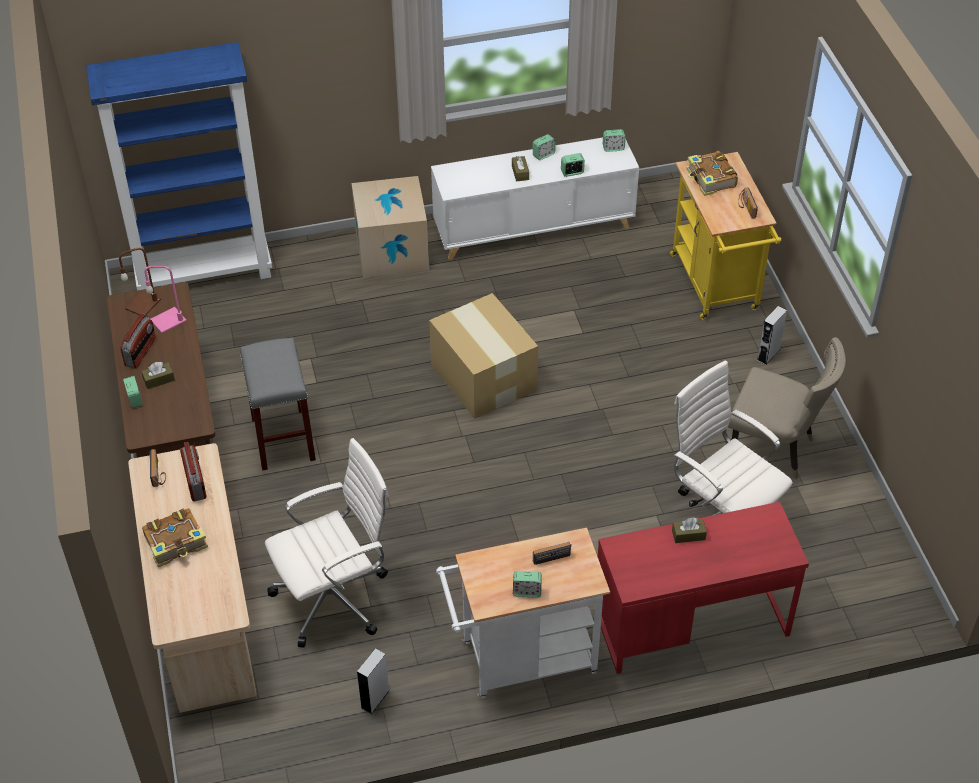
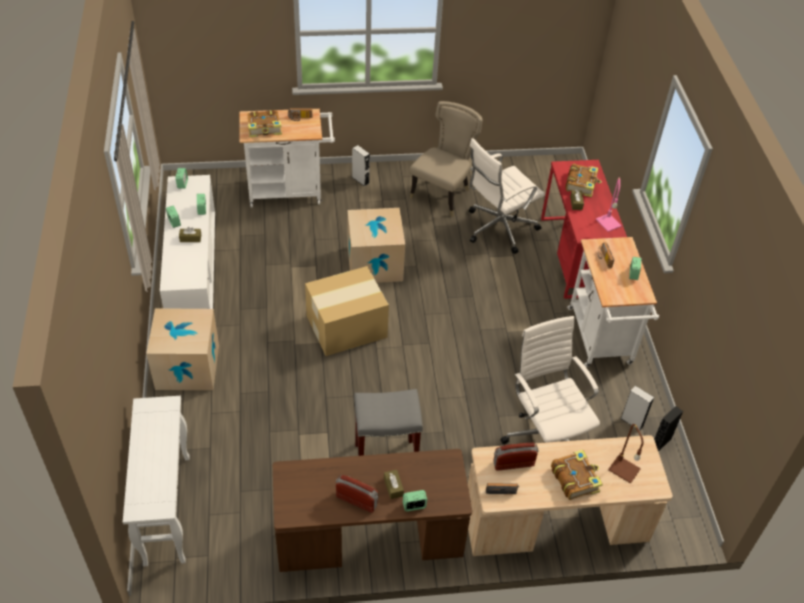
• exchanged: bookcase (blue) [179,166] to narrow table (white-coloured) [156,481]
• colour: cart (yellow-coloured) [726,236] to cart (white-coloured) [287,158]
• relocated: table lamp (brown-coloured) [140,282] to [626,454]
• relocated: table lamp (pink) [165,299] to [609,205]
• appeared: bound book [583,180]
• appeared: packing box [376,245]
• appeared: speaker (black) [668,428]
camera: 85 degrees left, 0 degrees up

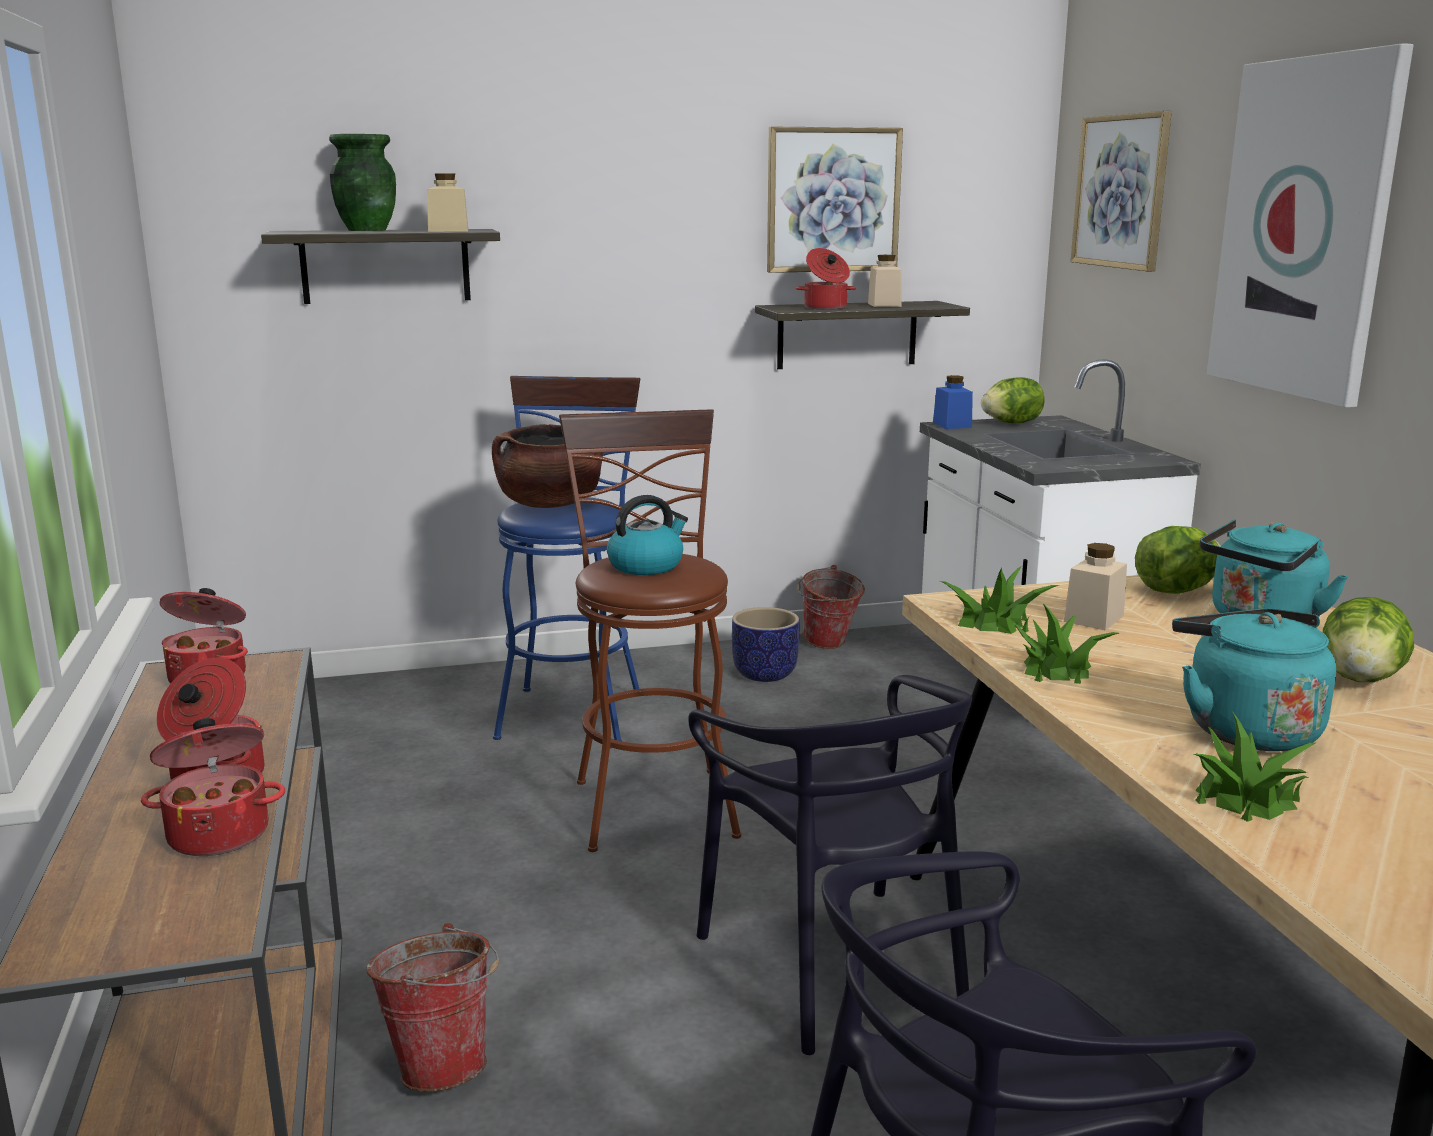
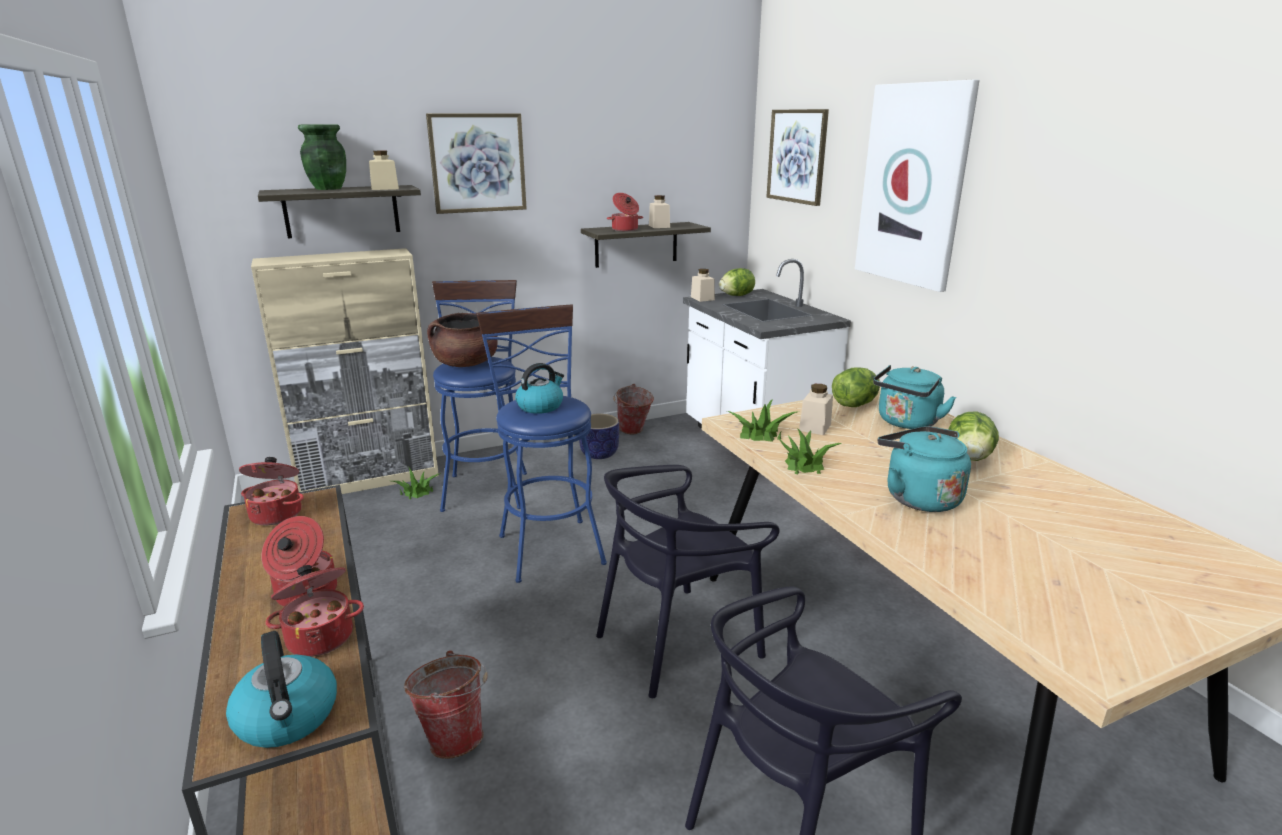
• relocated: wall picture [835,200] to [476,163]
• colour: storage jar (blue) [953,402] to storage jar (beige-coloured) [703,285]
• colour: sitting stool (brown-coloured) [650,630] to sitting stool (blue) [541,444]
• spun: upright chair (black) [830,865] = [688,581] 90 degrees clockwise
• relocated: plant in a pot [1254,766] to [416,483]
• appeared: cupboard (beige-coloured) [345,371]
• appeared: kettle [281,689]
camera: 10 degrees left, 5 degrees up

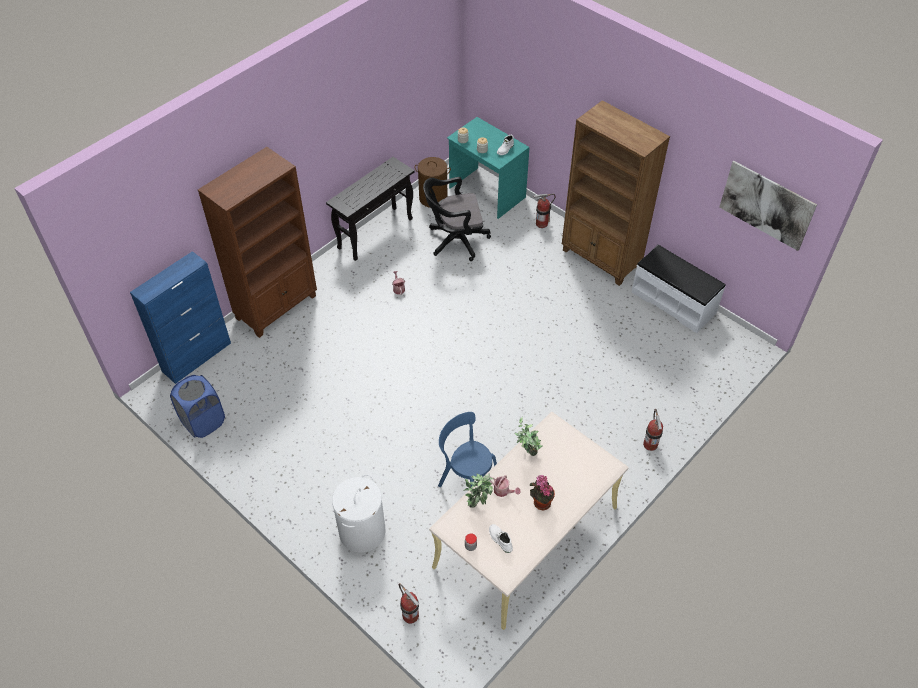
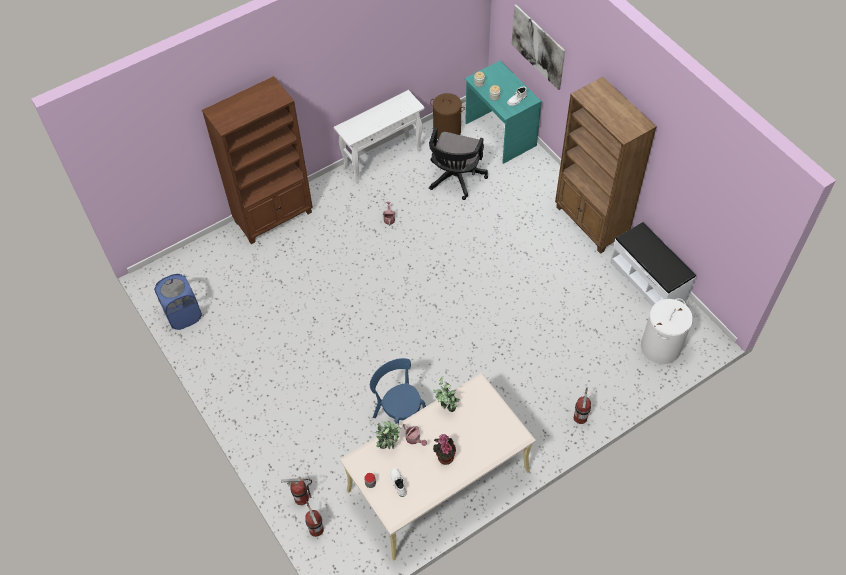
• colour: narrow table (black) [370,209] to narrow table (white-coloured) [379,137]
• relocated: wall picture [768,206] to [538,47]
• spun: computer chair (black) [457,219] = [458,163] 75 degrees counterclockwise
• relocated: extinguisher [545,211] to [296,491]
• missing: cupboard (blue) [180,317]
• relocated: laundry basket (white-coloured) [358,513] to [667,331]
camera: 15 degrees right, 5 degrees up

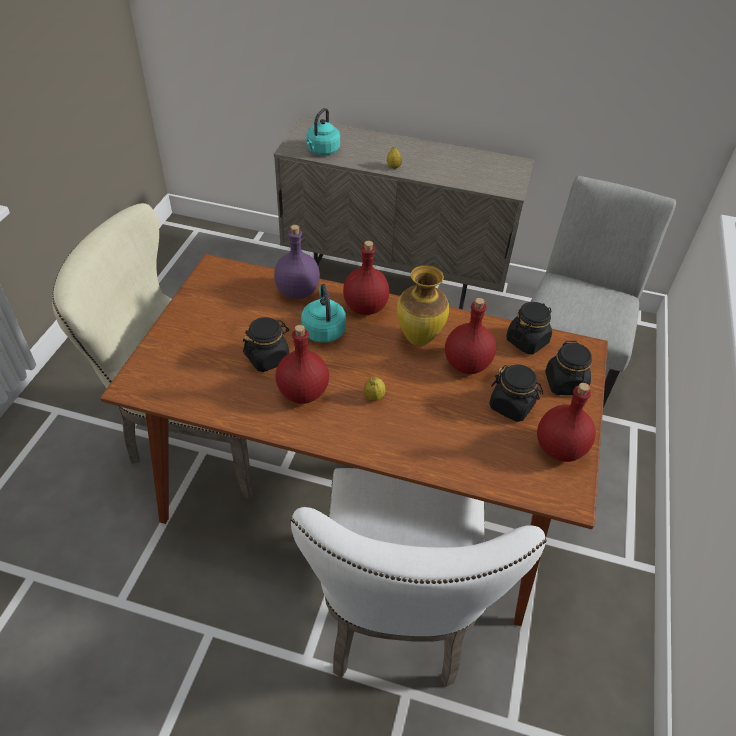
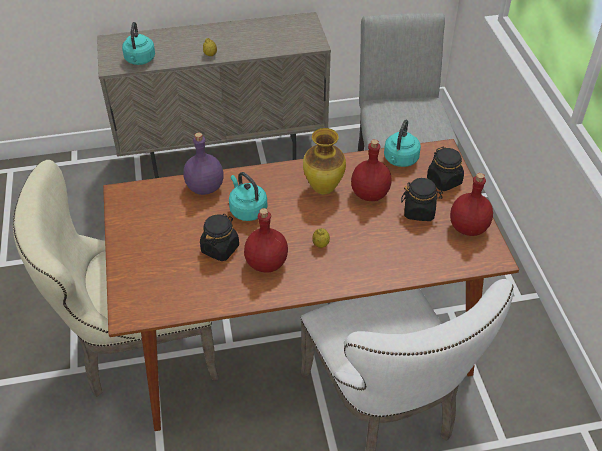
• missing: drink bottle (red-coloured) [366,278]
• exchanged: storage jar (black) [529,328] to kettle (turquoise) [402,143]
camera: 25 degrees left, 0 degrees up

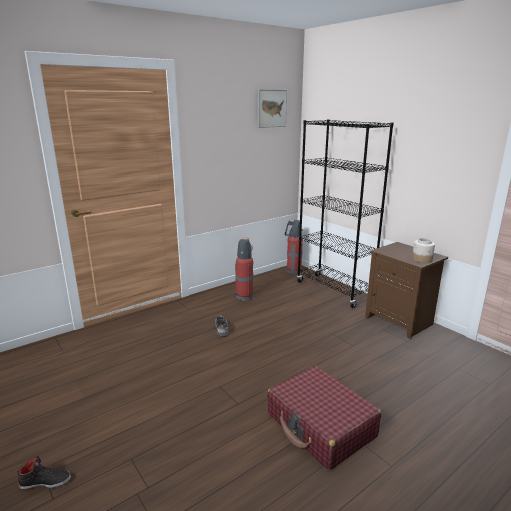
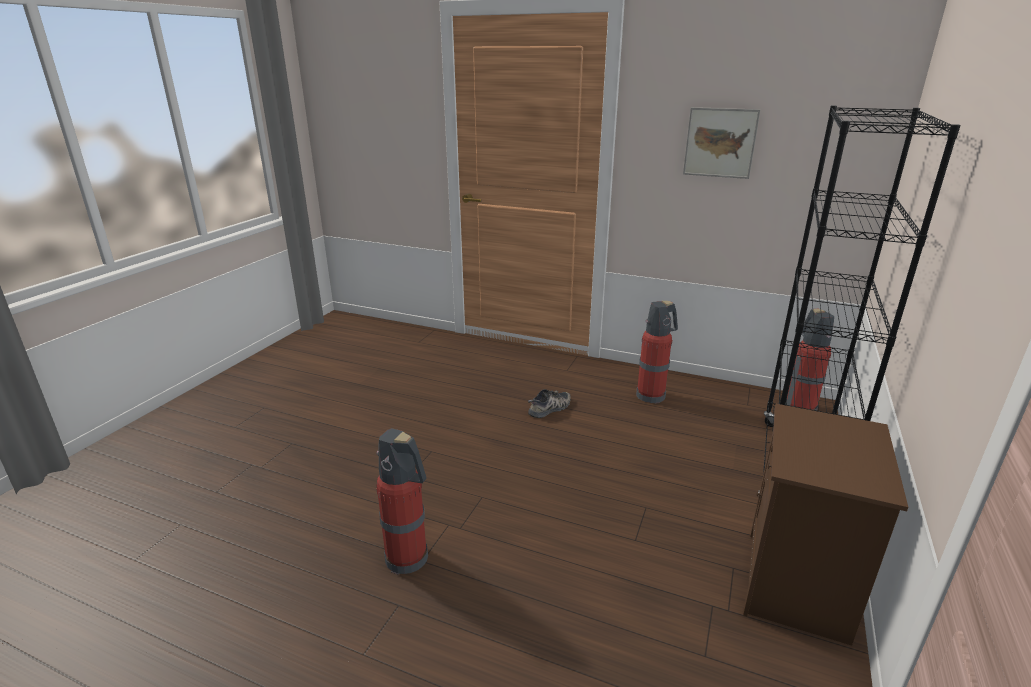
• relocated: wall picture [272,108] to [722,143]
• missing: storage jar [423,250]
• exchanged: piece of luggage (red-coloured) [324,418] to extinguisher [402,501]
• missing: low shoe (black) [44,472]
camera: 60 degrees right, 5 degrees up

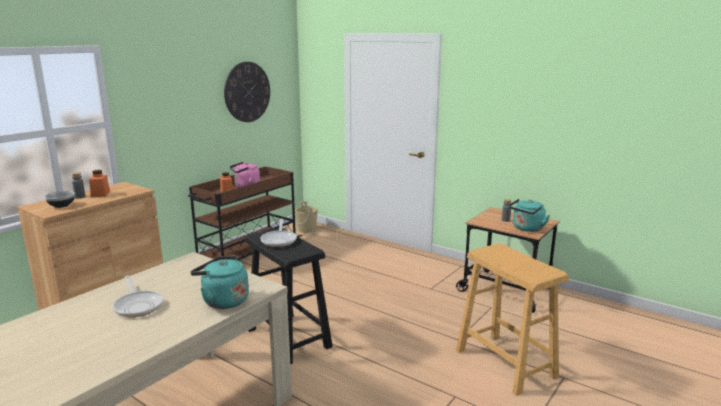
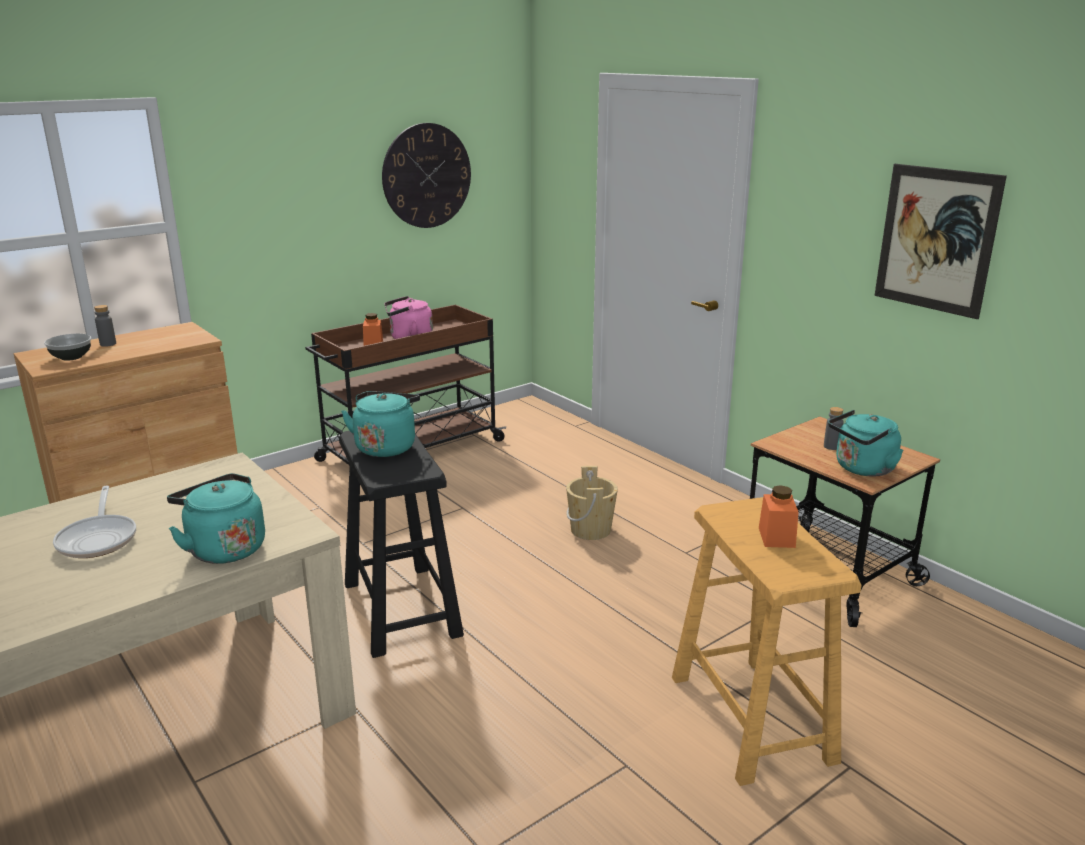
• relocated: storage jar (orange) [99,183] to [779,516]
• relocated: bucket (beige-coloured) [306,217] to [592,503]
• exchanged: pan [278,233] to kettle (turquoise) [380,424]
• appeared: wall picture [940,241]
camera: 15 degrees right, 5 degrees up

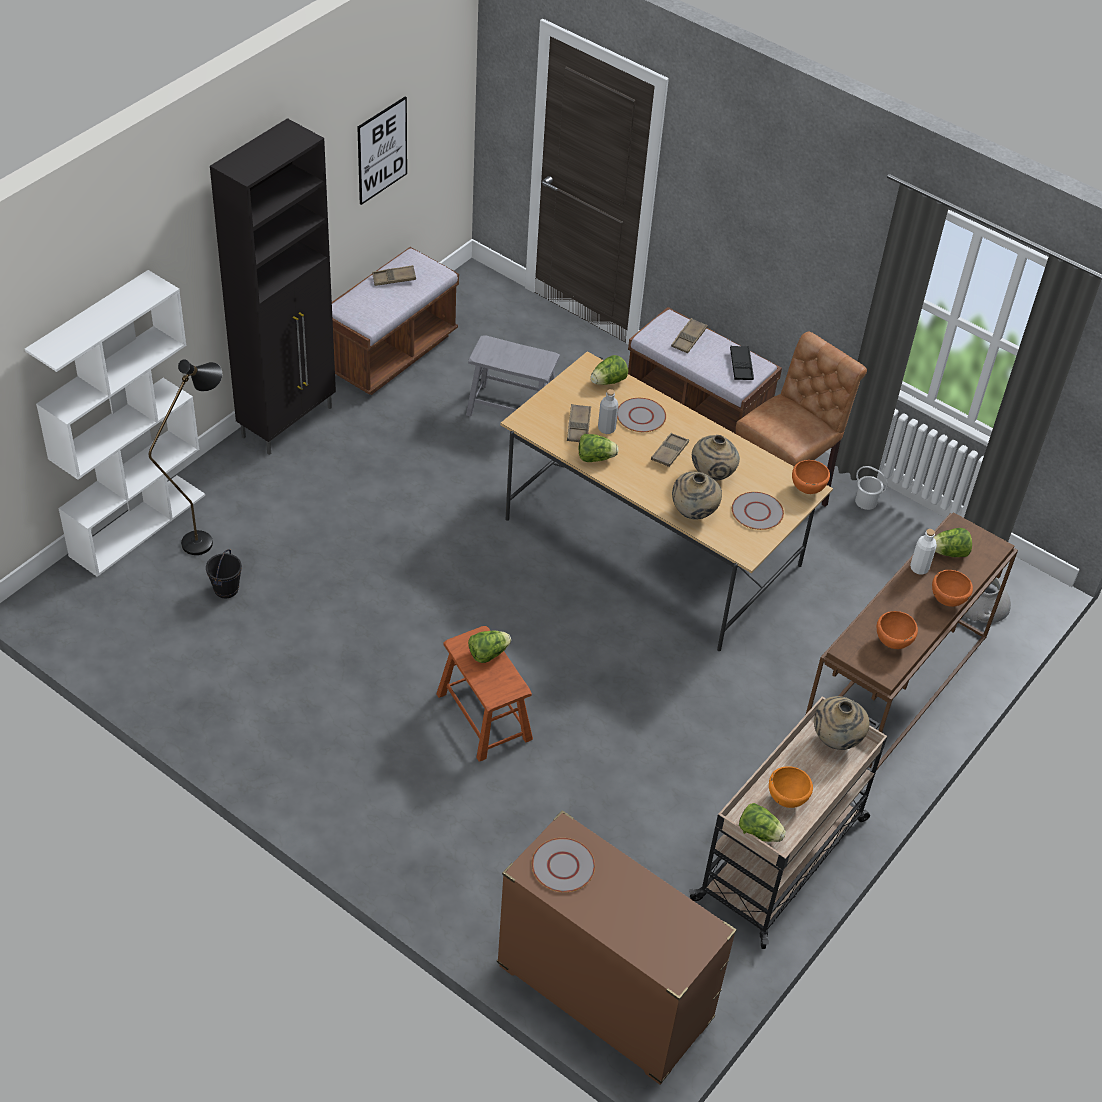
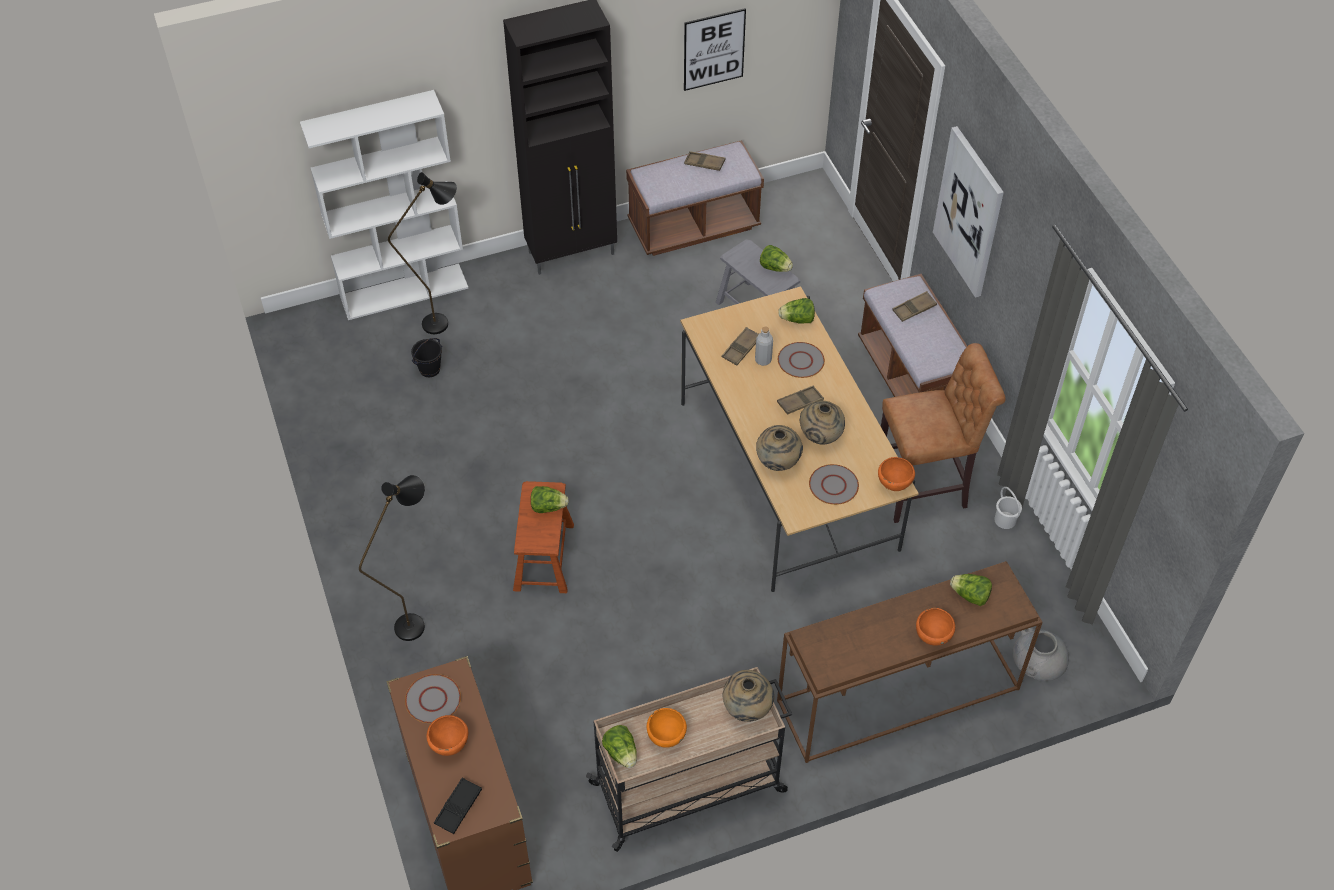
• relocated: tray (black) [742,363] to [458,806]
• relocated: lettuce [599,448] to [776,258]
• missing: drink bottle (white-coloured) [923,551]
• relocated: deep dish (orange) [897,630] to [447,735]
• appeared: wall picture [968,211]
• appeared: standing lamp (black) [392,558]
camera: 35 degrees right, 5 degrees up

